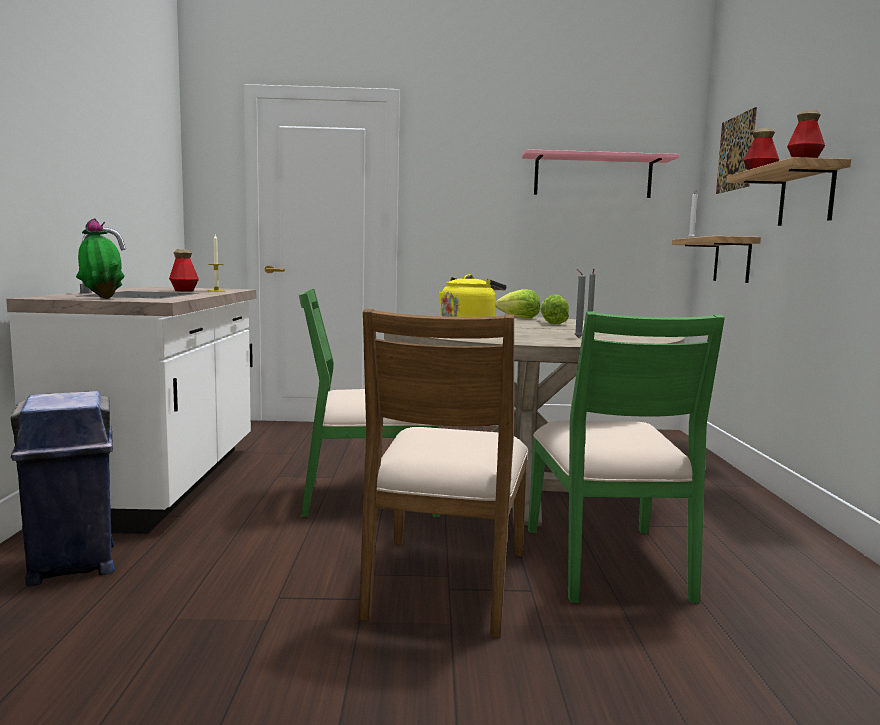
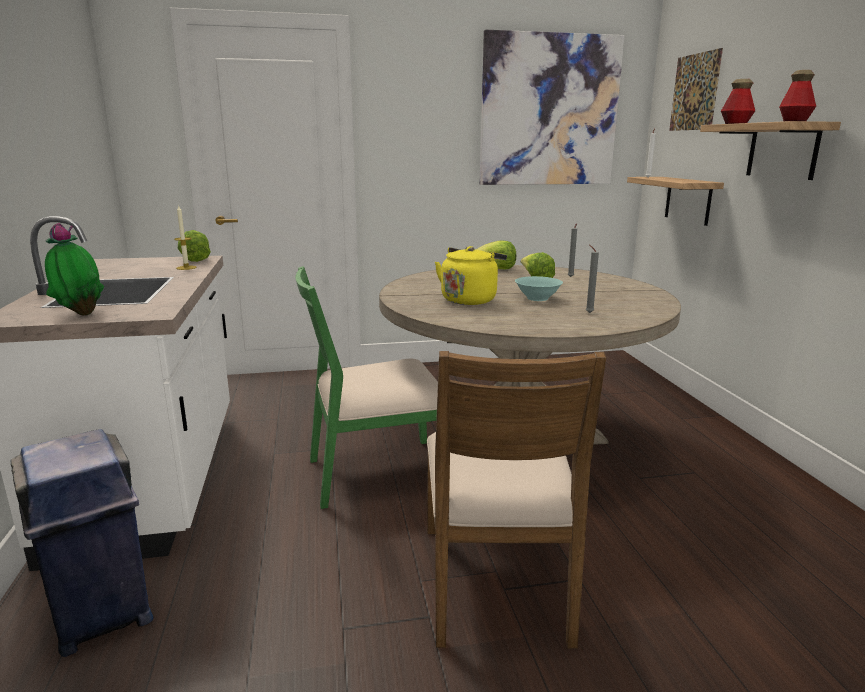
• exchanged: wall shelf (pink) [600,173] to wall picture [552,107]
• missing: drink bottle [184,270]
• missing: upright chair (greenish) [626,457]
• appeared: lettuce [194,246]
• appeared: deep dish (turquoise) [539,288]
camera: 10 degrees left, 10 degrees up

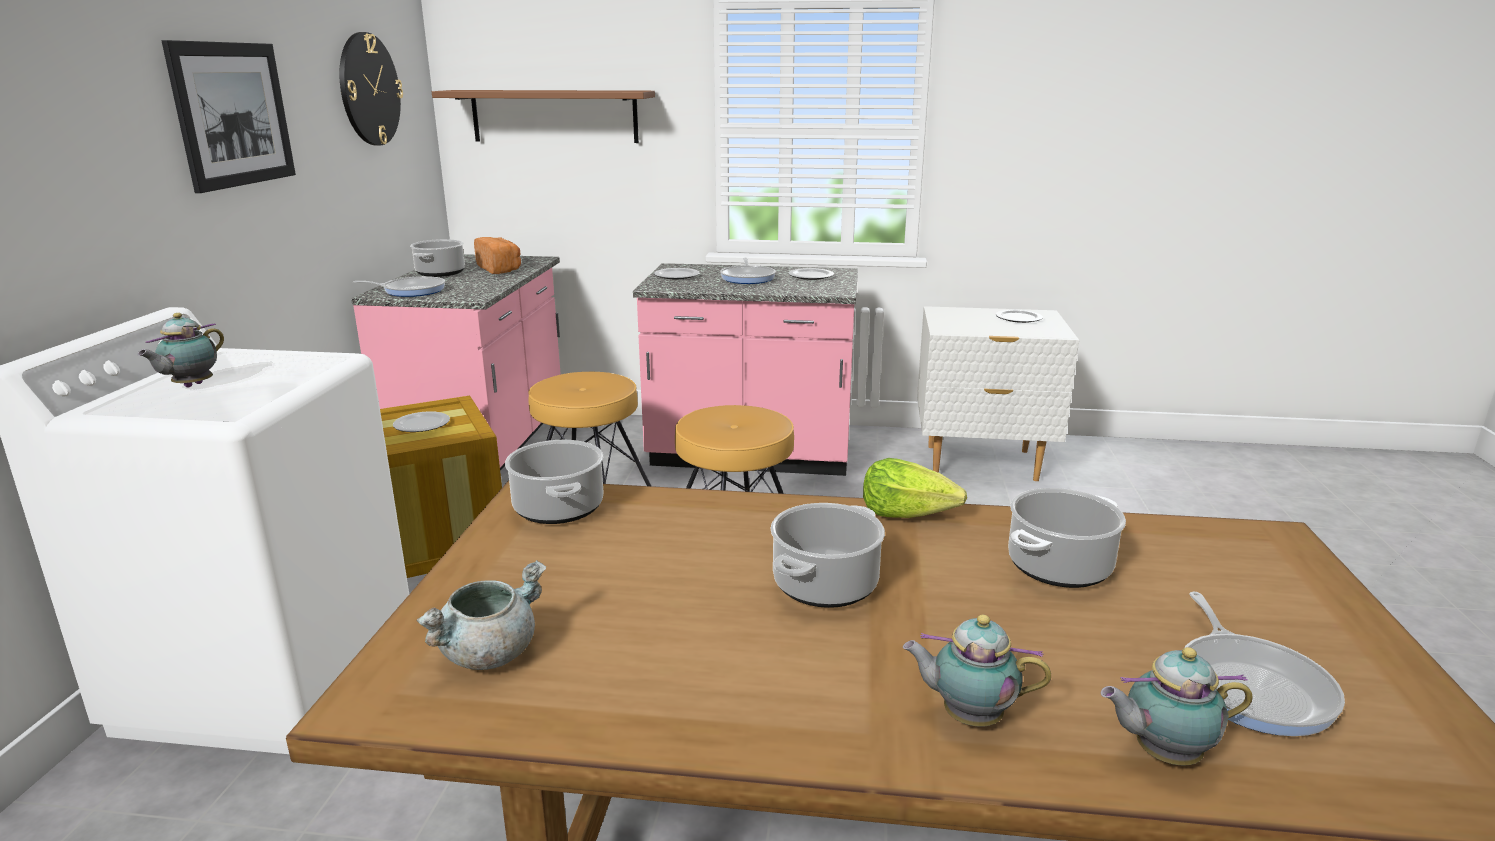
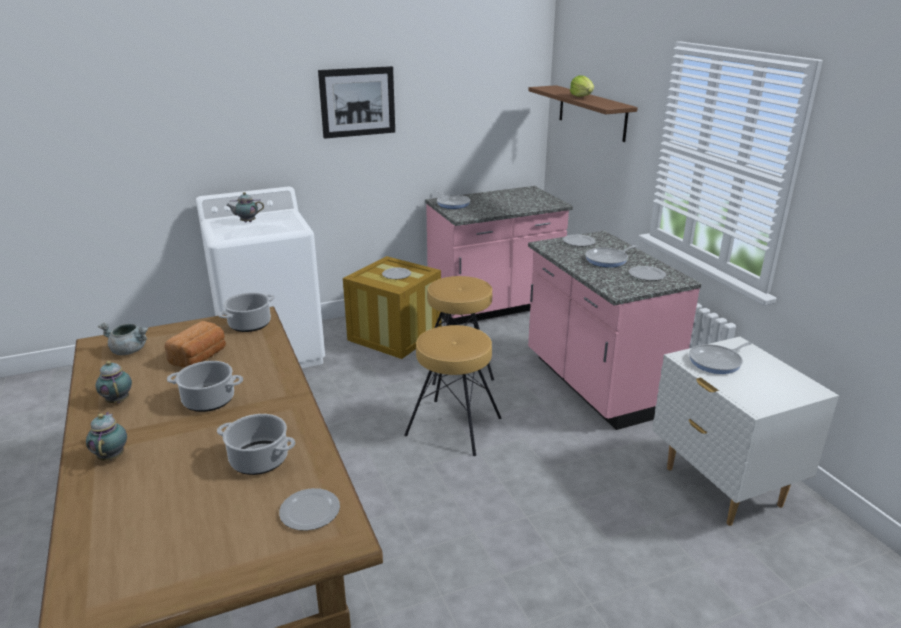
• missing: wall clock [371,88]
• relocated: bread [497,255] to [195,344]
• missing: saucepot [437,258]
• relocated: dinner plate [1019,316] to [309,509]
• relocated: lettuce [915,488] to [582,86]
• relocated: pan [1264,664] to [720,358]
• relocated: teapot [1177,706] to [114,382]
camera: 60 degrees right, 5 degrees up

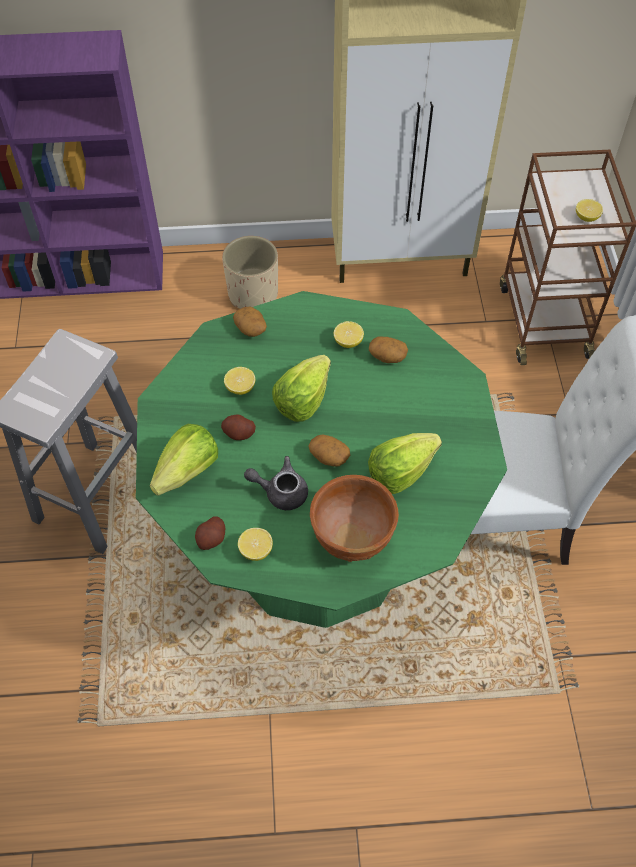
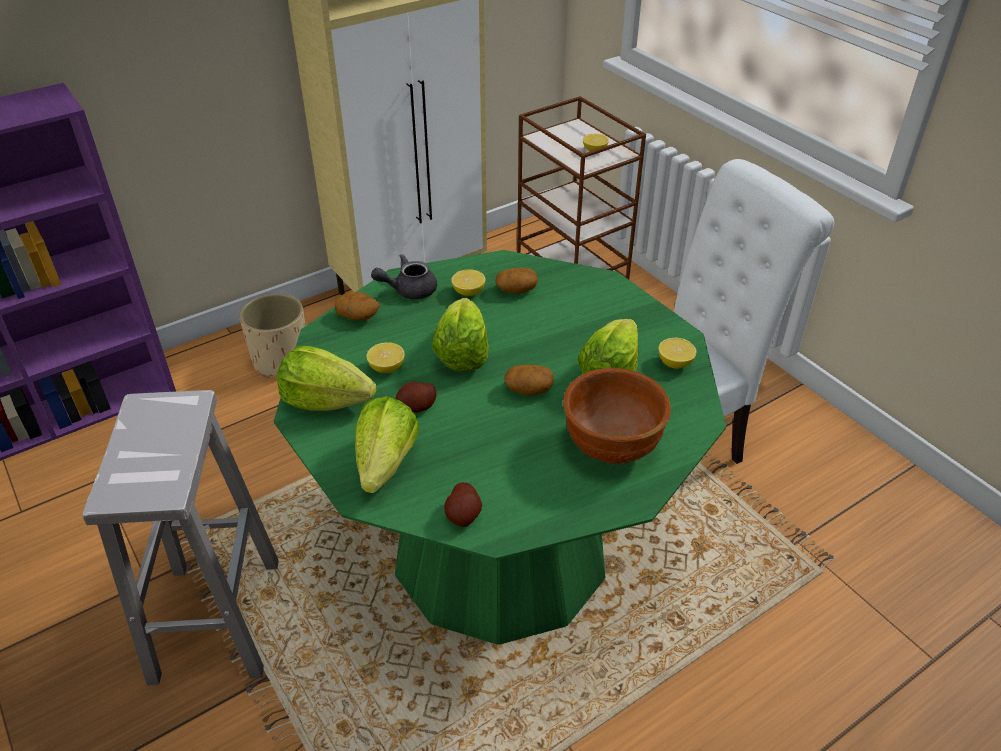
• relocated: teapot (grey) [276,483] to [404,276]
• relocated: citrus fruit [255,544] to [677,353]
• appeared: lettuce [327,378]
camera: 30 degrees left, 15 degrees down

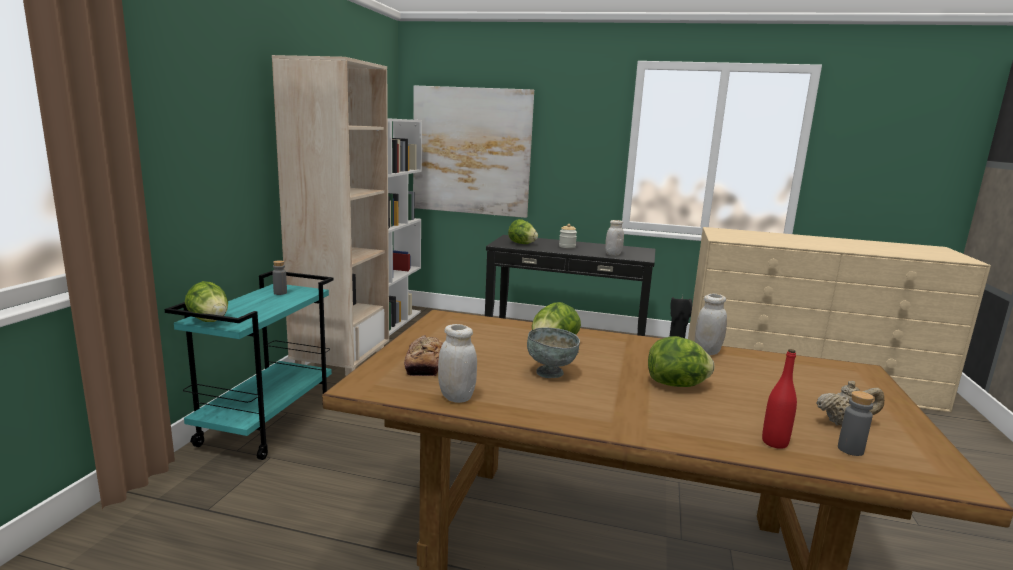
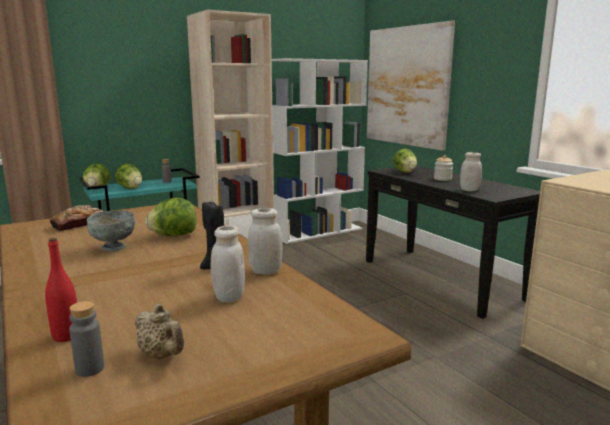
• relocated: storage jar (white-coloured) [457,363] to [227,264]
• relocated: lettuce [681,361] to [128,176]
camera: 45 degrees right, 0 degrees up

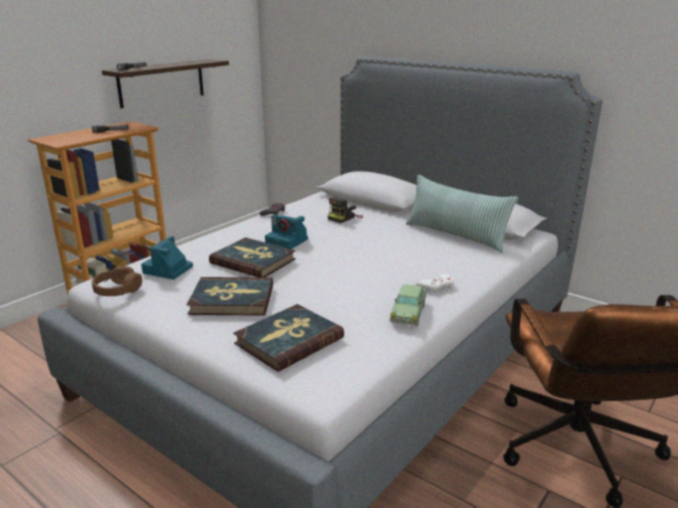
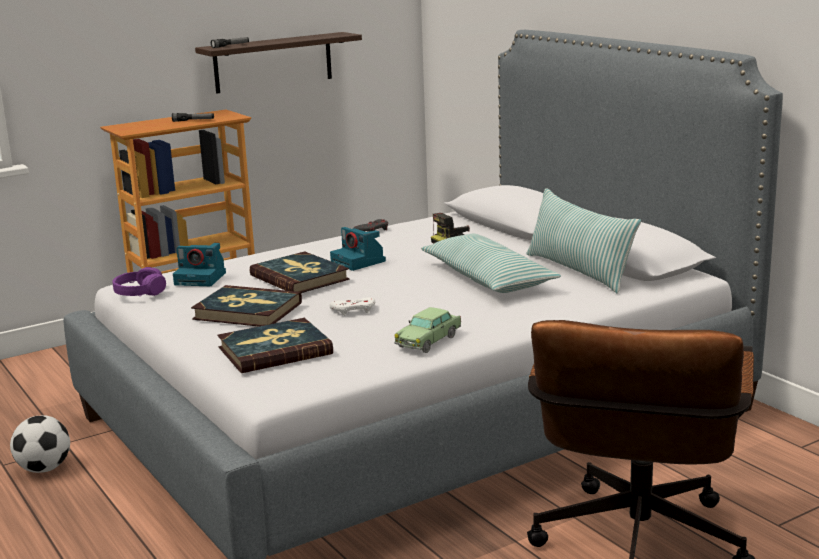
• spun: still camera [167,258] = [199,264] 120 degrees counterclockwise
• colour: headphones (brown-coloured) [117,281] to headphones (purple) [139,281]
• relocated: gamepad (white-coloured) [435,283] to [352,306]
• appeared: throw pillow [491,263]
• appeared: ball for football [40,444]
camera: 20 degrees right, 5 degrees down

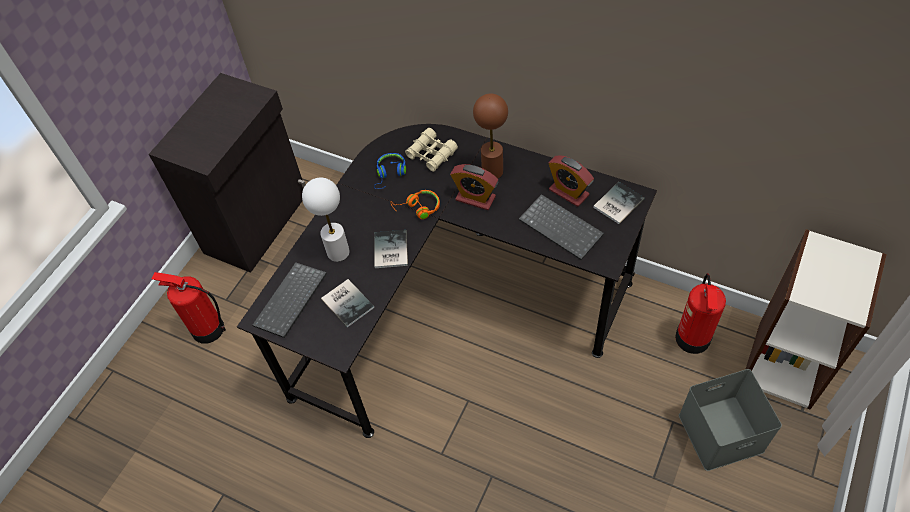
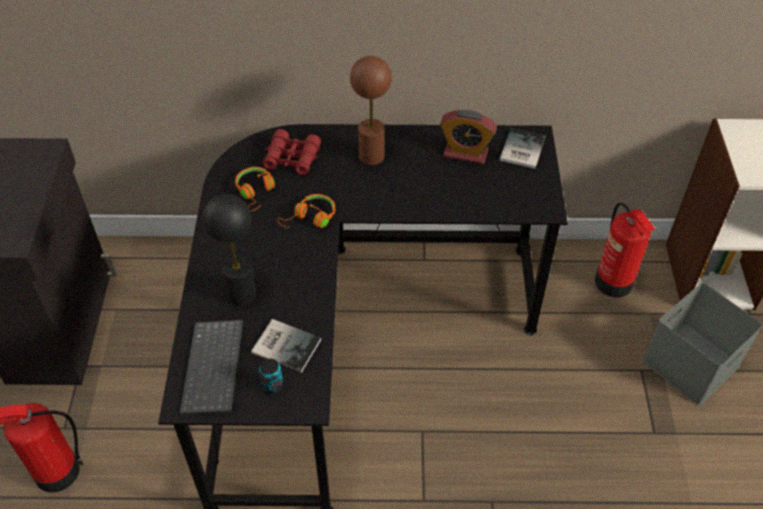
• colour: pair of binoculars (beige-coloured) [431,150] to pair of binoculars (red-coloured) [291,152]
• colour: headphones (blue) [390,171] to headphones (orange) [255,189]
• missing: alarm clock [474,187]
• colour: table lamp (white-coloured) [326,220] to table lamp (black) [229,250]
• missing: PC keyboard [561,227]
• missing: bound book [391,249]
• appeared: sealed can [271,376]
camera: 30 degrees left, 5 degrees down

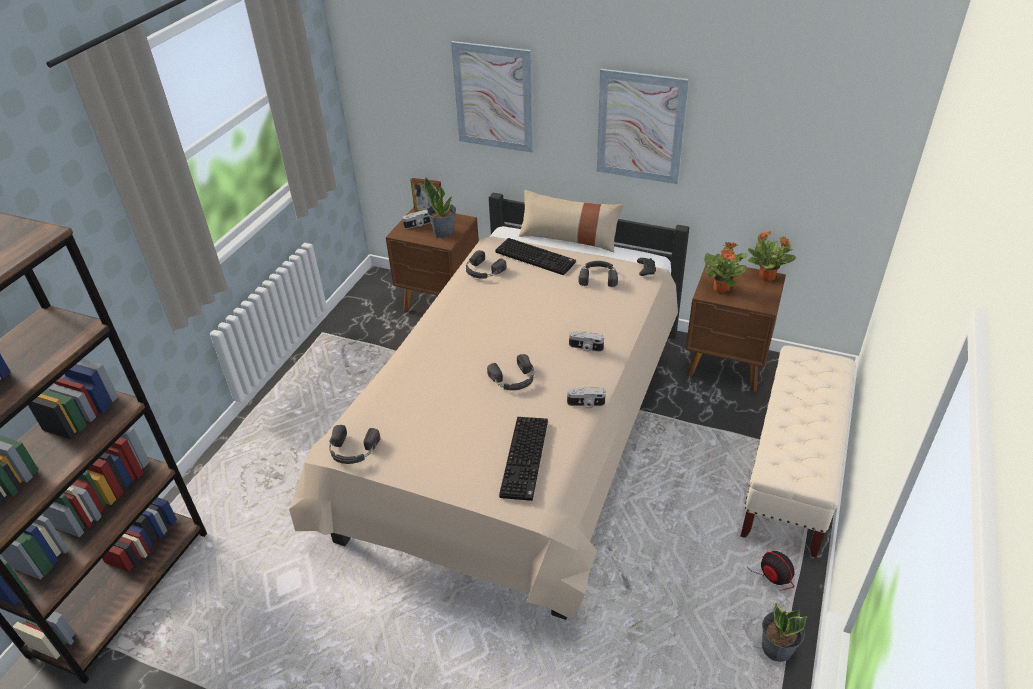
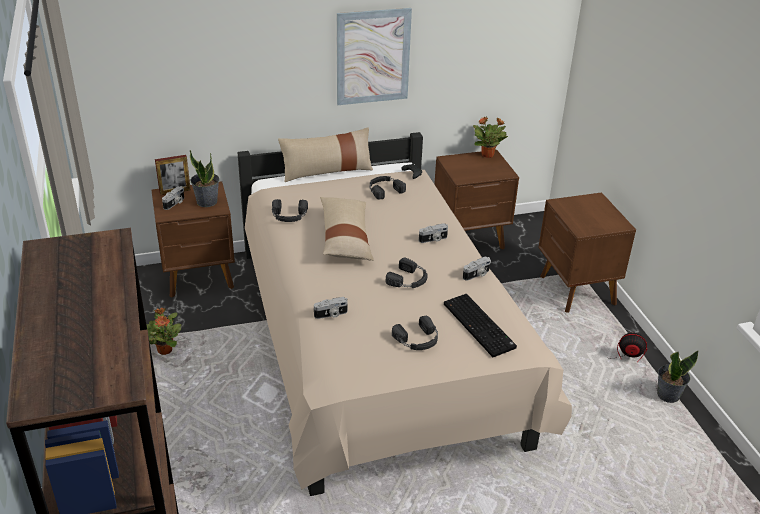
• missing: wall picture [492,97]
• missing: PC keyboard [535,256]
• relocated: plant in a pot [726,267] to [164,331]
• exchanged: indoor bench (beige-coloured) [798,451] to nightstand (brown-coloured) [587,252]
• relocated: headphones (black) [354,444] to [415,333]
• appeared: throw pillow (beige-coloured) [347,229]
• appeared: still camera [331,308]
camera: 40 degrees left, 5 degrees down

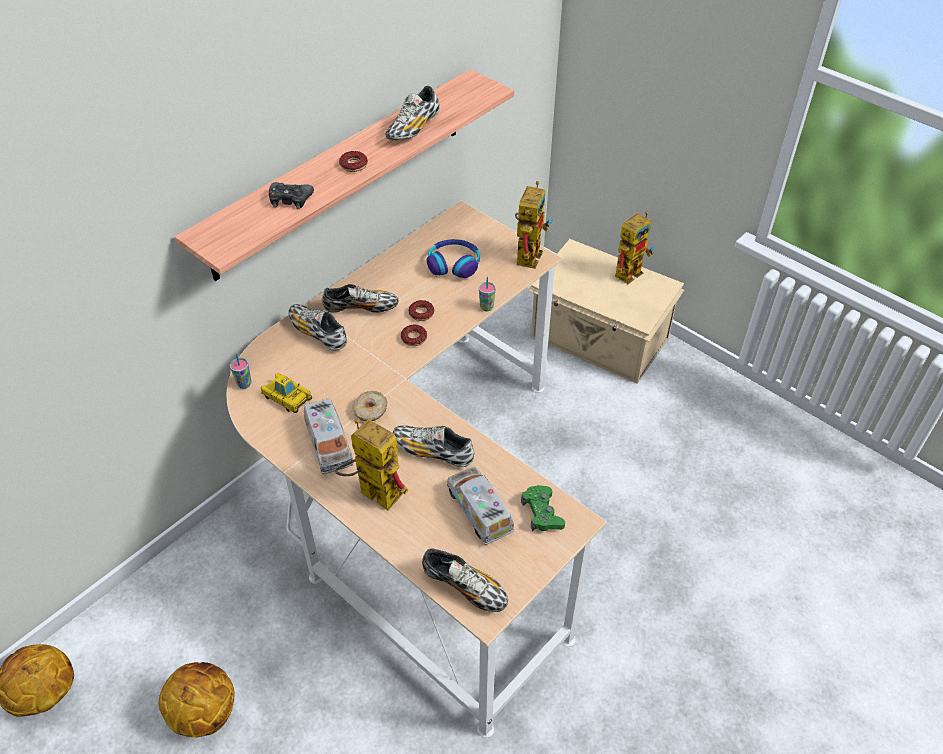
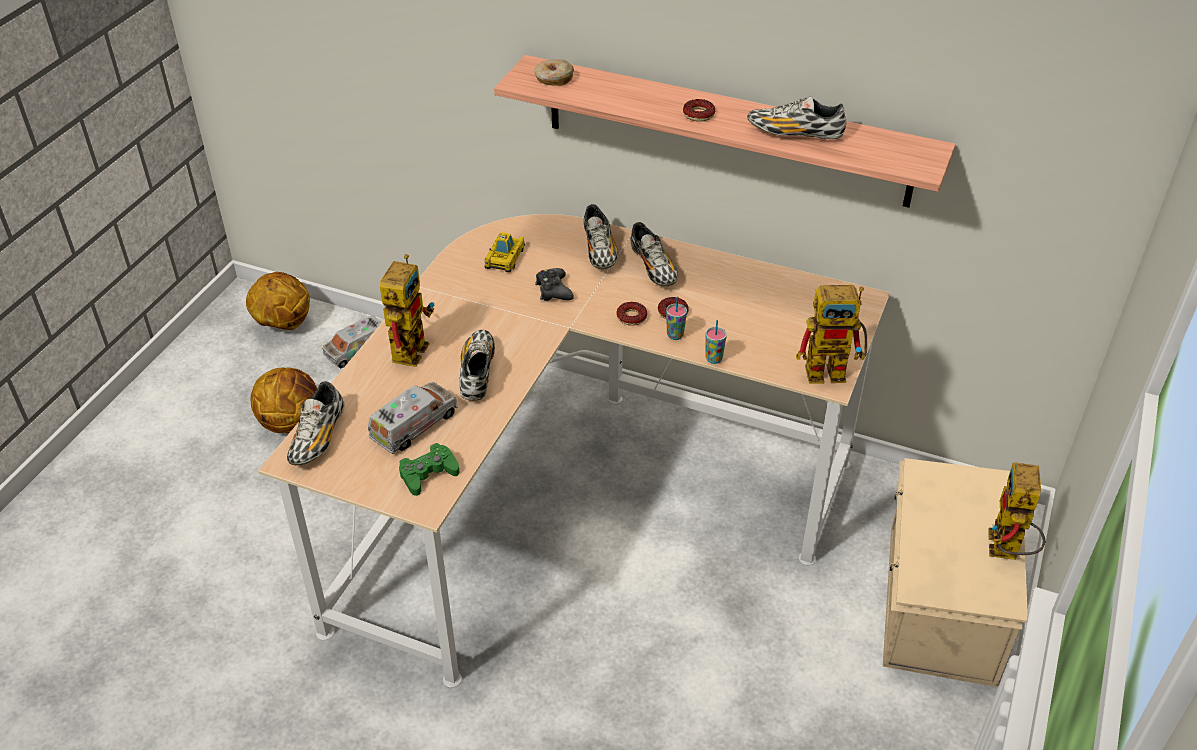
• relocated: gamepad (black) [291,195] to [554,284]
• spun: model robot [634,247] = [1017,511] 75 degrees clockwise
• missing: headphones [453,258]
• spun: low shoe [318,327] = [601,236] 150 degrees clockwise
• relocated: cup [241,371] to [676,318]
• relocated: ring doughnut [370,406] to [554,72]
• relocated: model truck [329,436] to [351,341]
camera: 70 degrees right, 5 degrees down

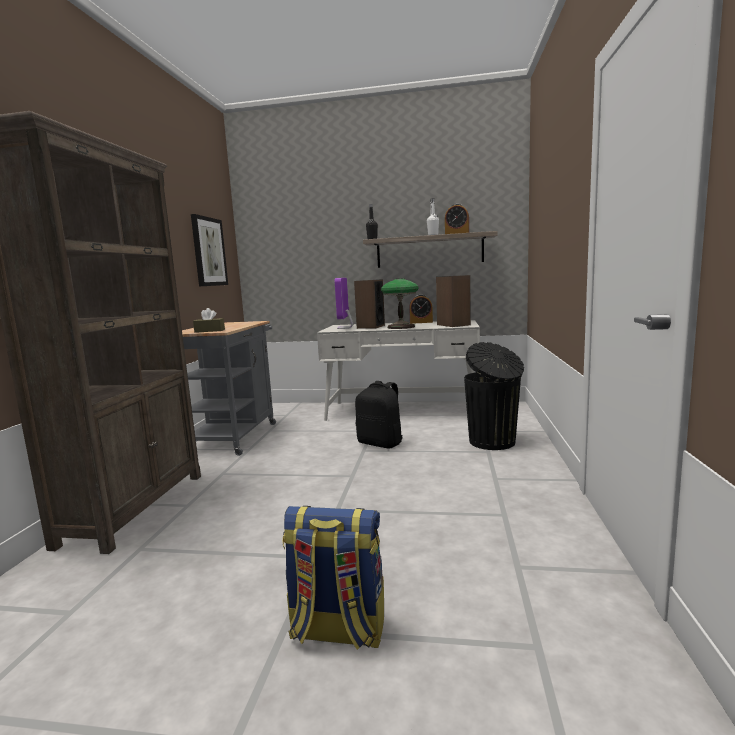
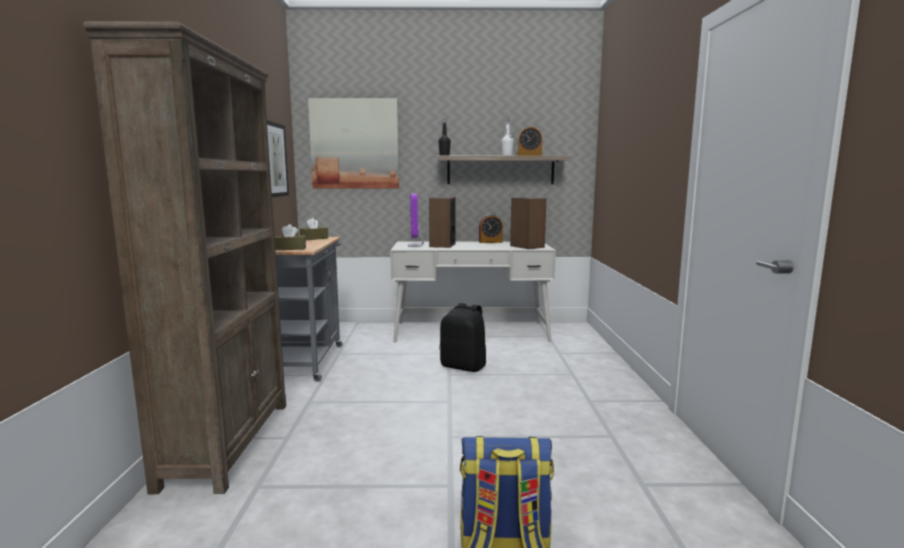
• missing: table lamp [400,304]
• missing: rubbish bin (black) [494,396]
• appeared: wall picture [353,143]
• appeared: tissue holder (brown-coloured) [313,229]
camera: 10 degrees left, 0 degrees up

